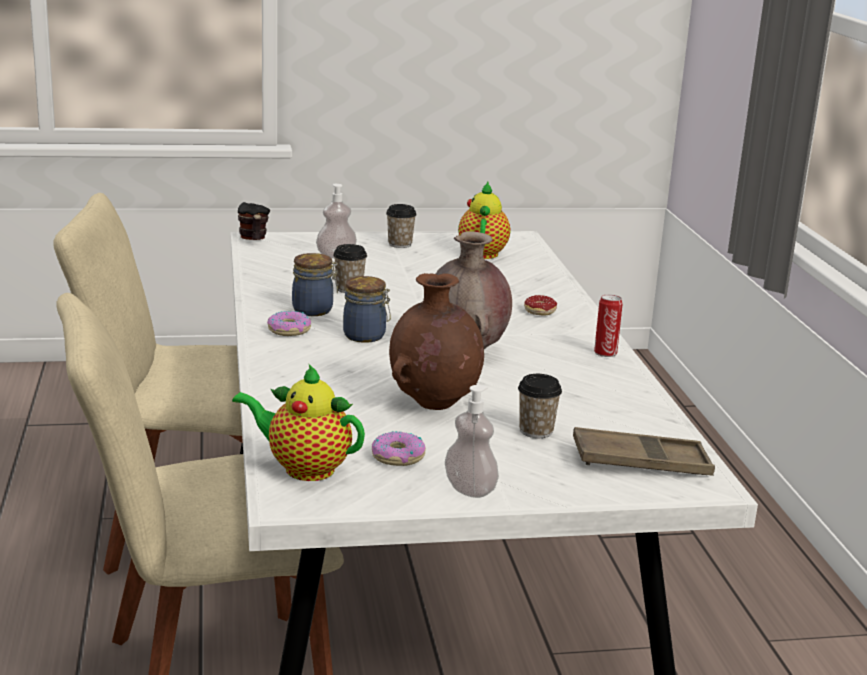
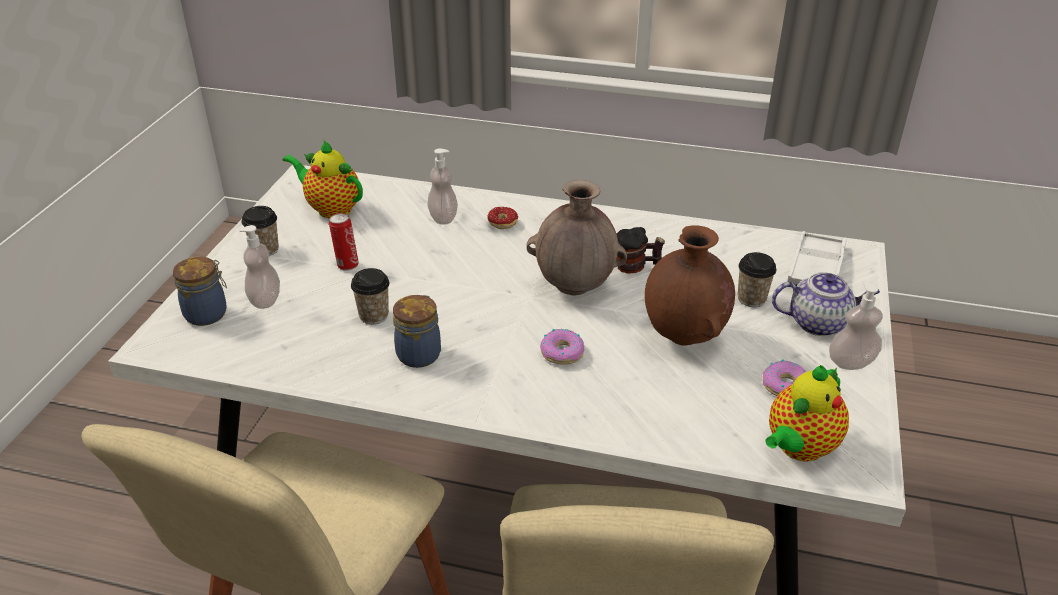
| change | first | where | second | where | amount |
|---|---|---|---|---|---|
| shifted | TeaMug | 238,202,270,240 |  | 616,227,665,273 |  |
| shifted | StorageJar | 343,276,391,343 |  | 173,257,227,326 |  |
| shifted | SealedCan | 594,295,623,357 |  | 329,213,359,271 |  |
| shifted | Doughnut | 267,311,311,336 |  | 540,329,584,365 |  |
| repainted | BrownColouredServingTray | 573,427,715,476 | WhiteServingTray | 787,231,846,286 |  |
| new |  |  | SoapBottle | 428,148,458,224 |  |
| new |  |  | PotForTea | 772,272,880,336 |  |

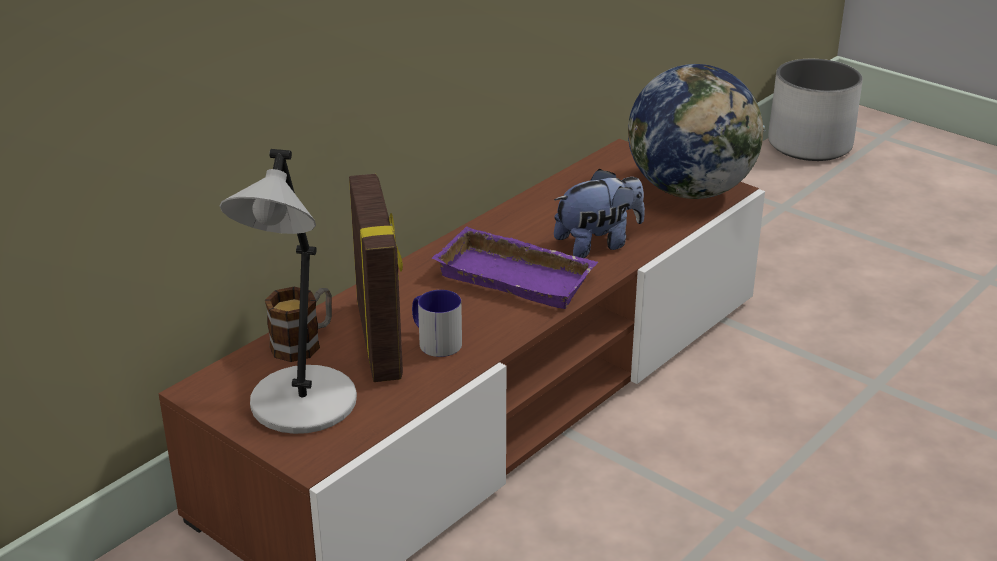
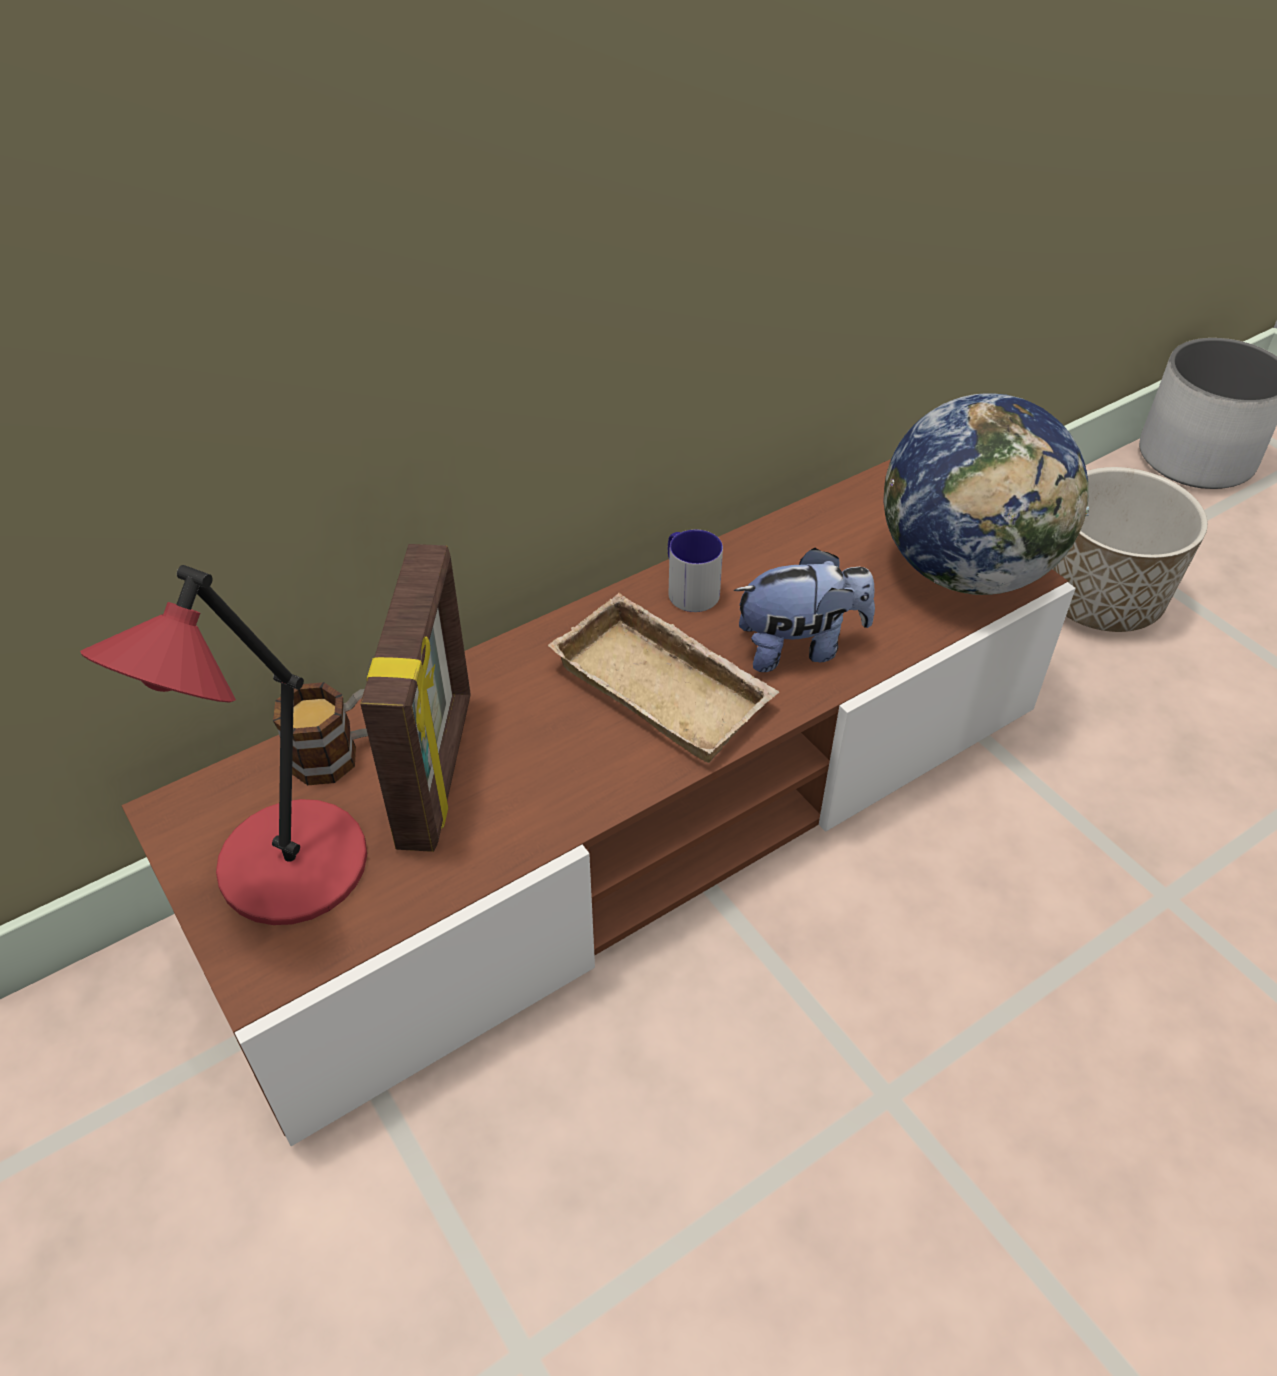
| change | first | where | second | where | amount |
|---|---|---|---|---|---|
| repainted | GrayLampForATable | 219,149,357,434 | RedLampForATable | 80,565,367,925 |  |
| repainted | PurpleServingTray | 432,226,599,309 | SandColouredServingTray | 548,593,779,763 |  |
| shifted | TeaMug | 412,290,462,357 |  | 668,530,723,612 |  |
| new |  |  | PlantPot | 1053,467,1208,632 |  |

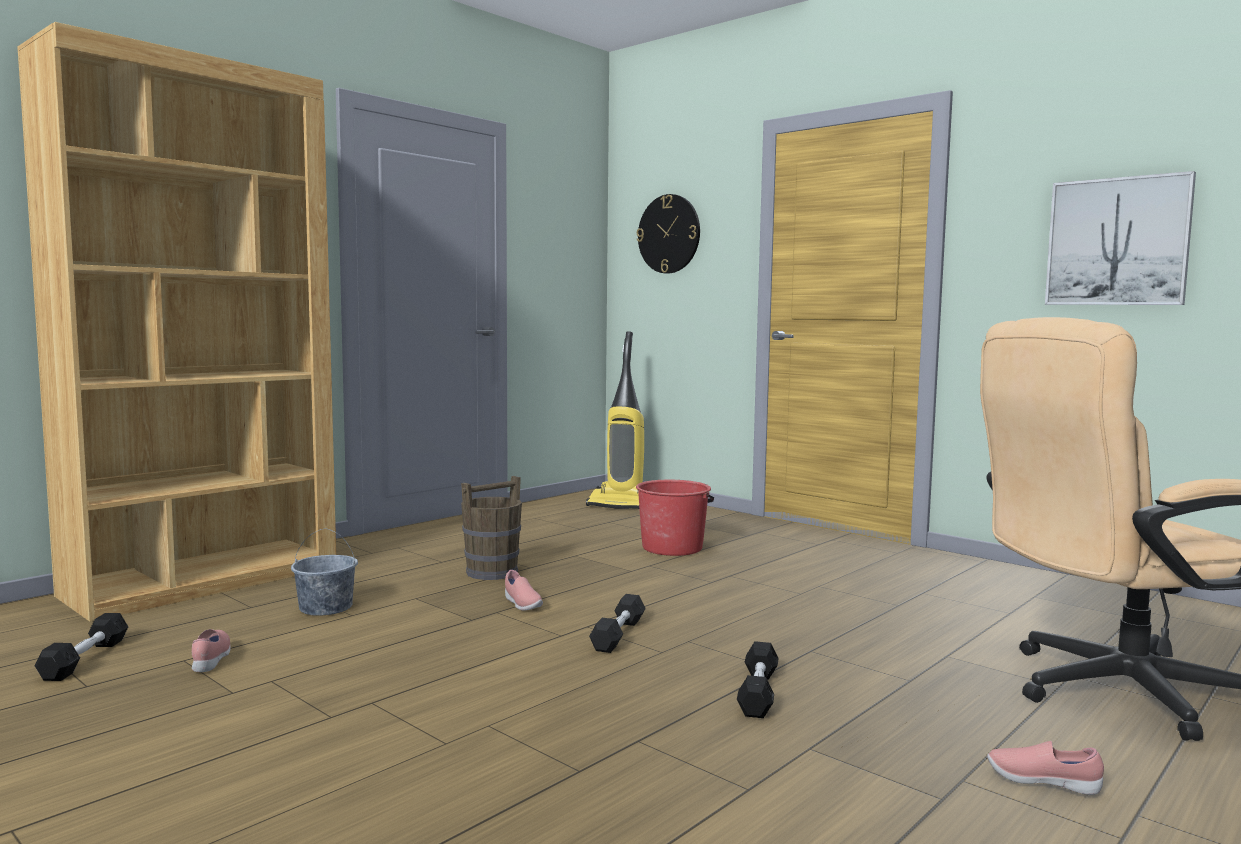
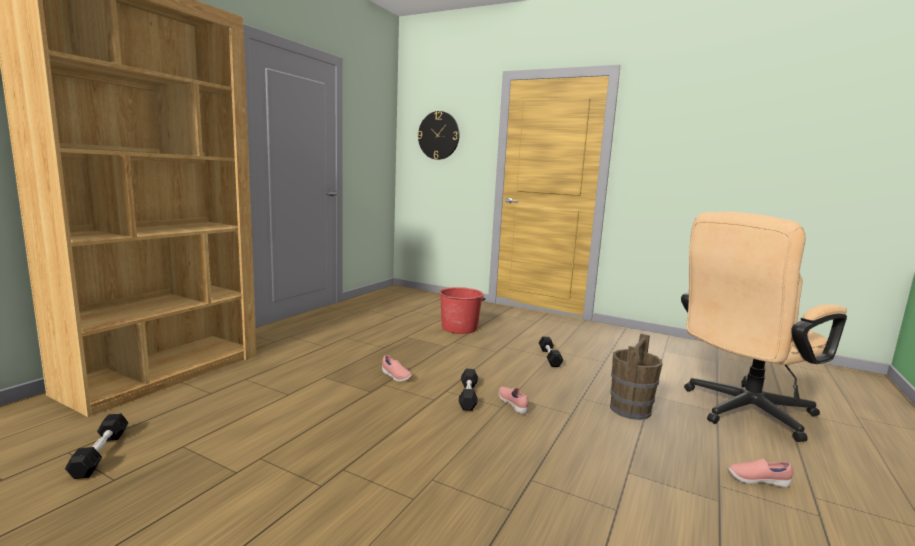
| change | first | where | second | where | amount |
|---|---|---|---|---|---|
| gone | WallArt | 1045,171,1196,305 |  |  |  |
| gone | Hoover | 586,331,644,509 |  |  |  |
| shifted | BrownColouredPail | 461,476,522,580 |  | 610,333,663,420 |  |
| gone | GrayPail | 291,528,358,616 |  |  |  |
| shifted | PinkLowShoe | 192,629,231,672 |  | 499,387,528,414 |  |
| shifted | BlackHandWeight | 737,641,778,718 |  | 539,336,563,367 |  |

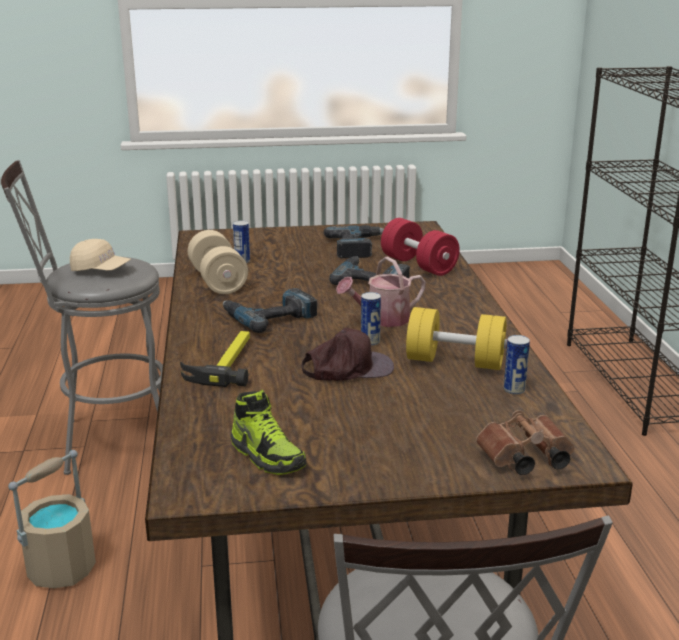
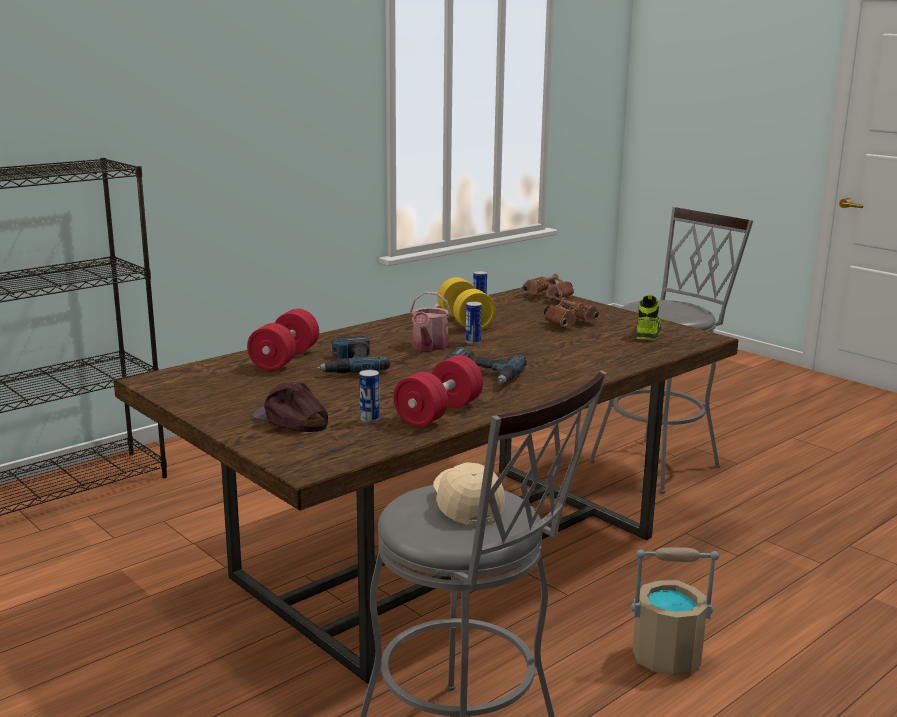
| change | first | where | second | where | amount |
|---|---|---|---|---|---|
| gone | Drill | 324,225,384,258 |  |  |  |
| repainted | SandColouredHandWeight | 188,230,248,294 | RedHandWeight | 394,355,483,427 |  |
| rotated | WateringPot | 336,256,426,327 |  | 410,292,451,351 | 75 degrees clockwise |
| shifted | BrownColouredBaseballCap | 301,327,394,381 |  | 251,382,328,432 |  |
| gone | Hammer | 180,331,250,387 |  |  |  |
| new |  |  | BrownColouredPairOfBinoculars | 544,297,600,327 |  |

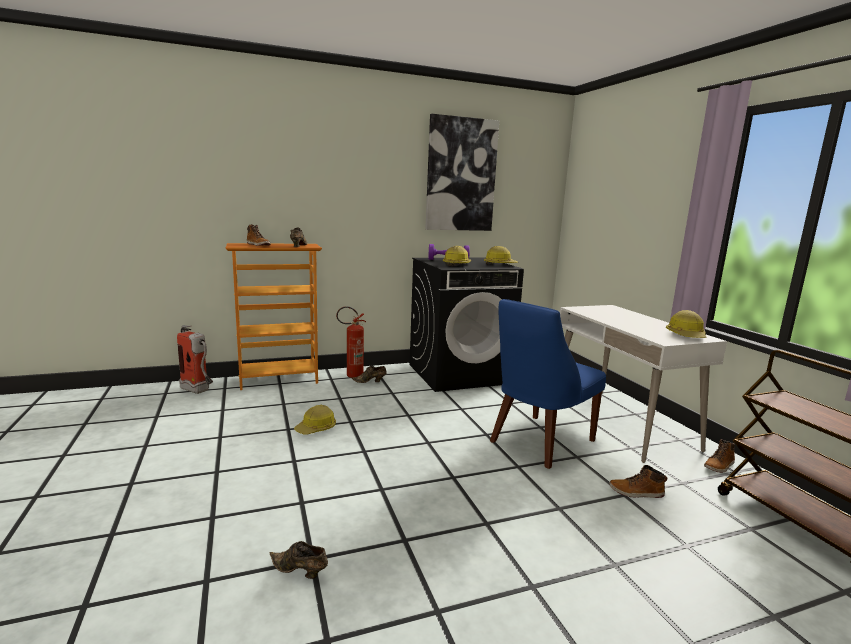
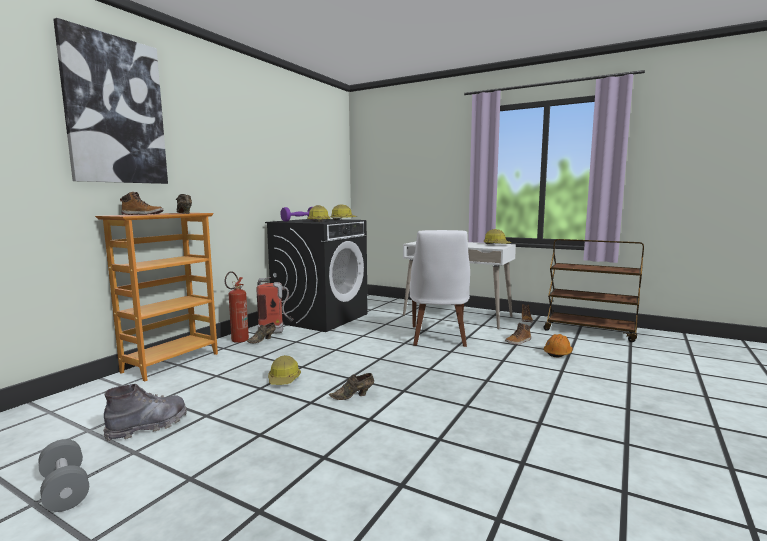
| change | first | where | second | where | amount |
|---|---|---|---|---|---|
| shifted | WallArt | 425,114,499,231 |  | 53,18,168,184 |  |
| repainted | BlueUprightChair | 490,299,606,469 | WhiteUprightChair | 410,230,470,347 |  |
| shifted | FireExtinguisher | 177,325,213,394 |  | 256,277,293,334 |  |
| shifted | BrownColouredLowShoe | 269,541,328,579 |  | 329,373,374,400 |  |
| new |  |  | OrangeColouredWorkHelmet | 544,334,573,357 |  |
| new |  |  | GrayHighTopBoot | 103,384,187,441 |  |
| new |  |  | GrayHandWeight | 38,439,89,512 |  |

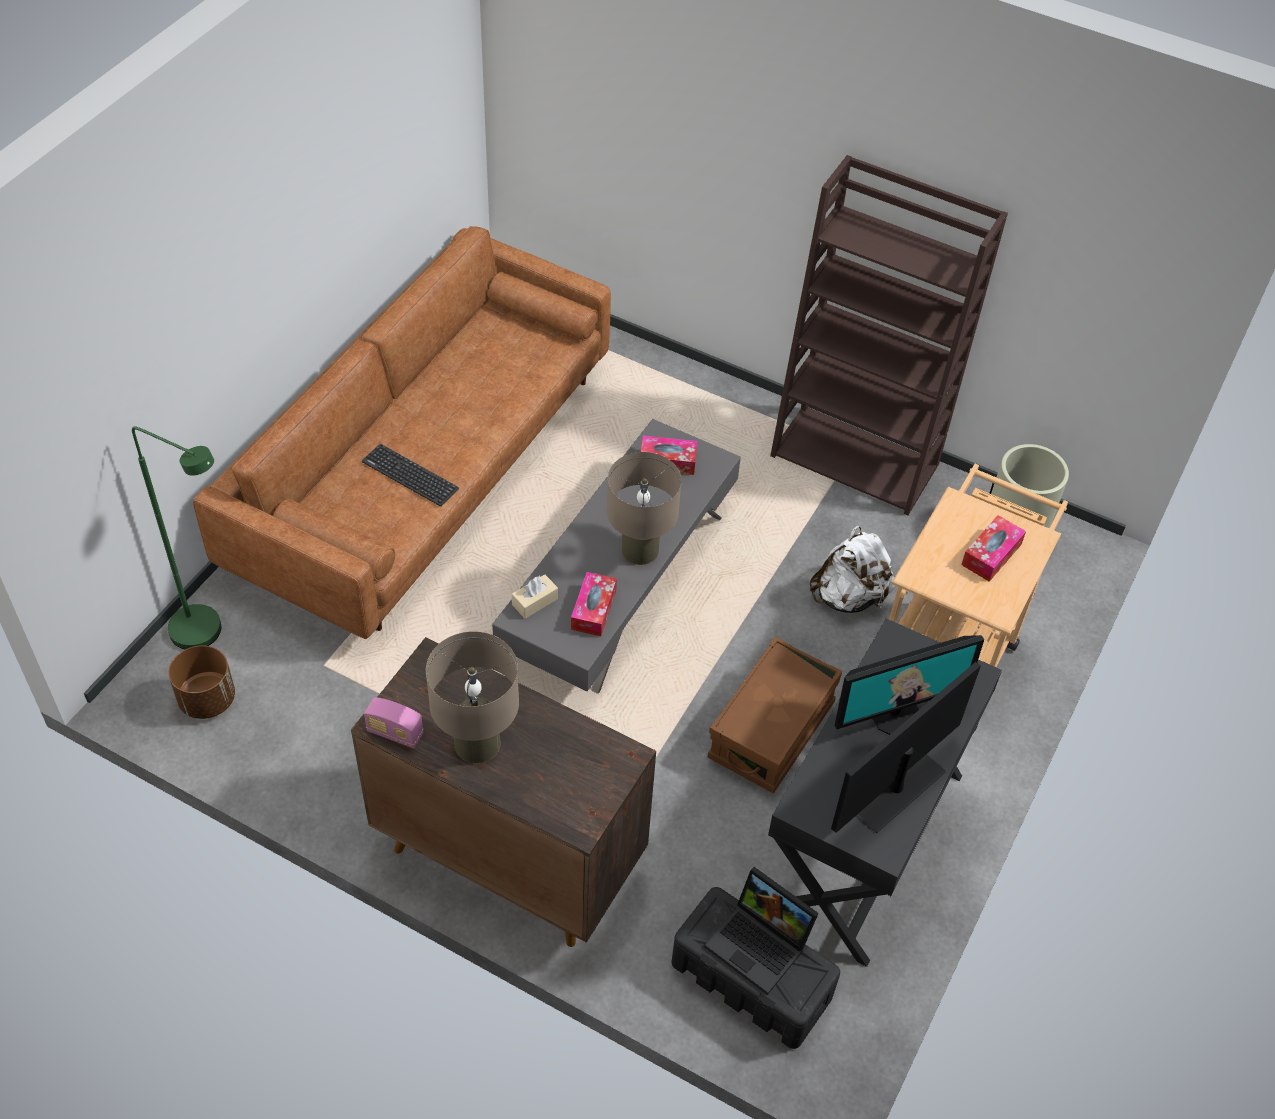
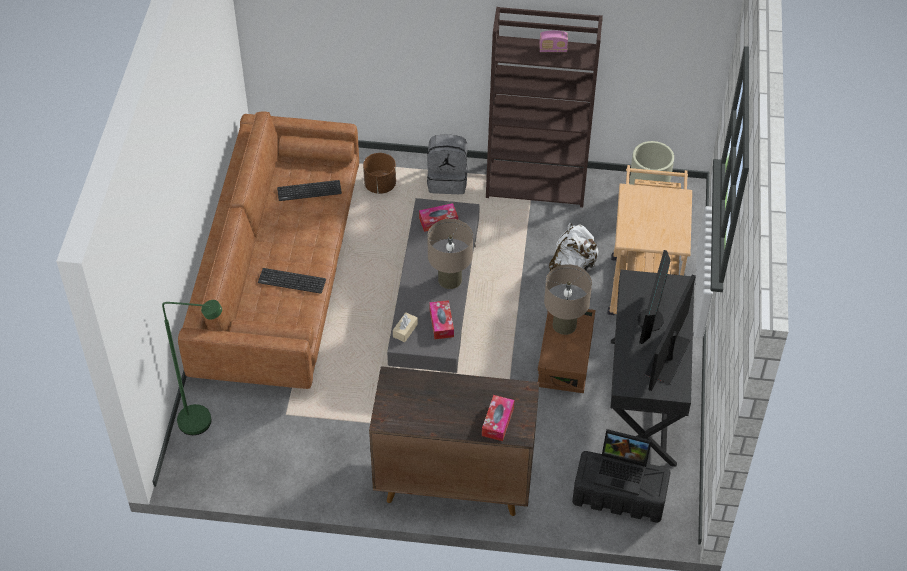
| change | first | where | second | where | amount |
|---|---|---|---|---|---|
| shifted | BoxOfTissues | 961,515,1026,582 |  | 482,395,514,441 |  |
| shifted | SandColouredLampForATable | 426,631,519,763 |  | 544,264,592,335 |  |
| rotated | Monitor | 835,635,984,735 |  | 638,250,671,344 | 150 degrees clockwise |
| shifted | BrownColouredPlantPot | 168,645,235,719 |  | 363,153,396,194 |  |
| shifted | RadioReceiver | 364,697,424,748 |  | 539,30,568,52 |  |
| new |  |  | GrayBackpack | 427,134,468,194 |  |
| new |  |  | PcKeyboard | 277,180,342,201 |  |

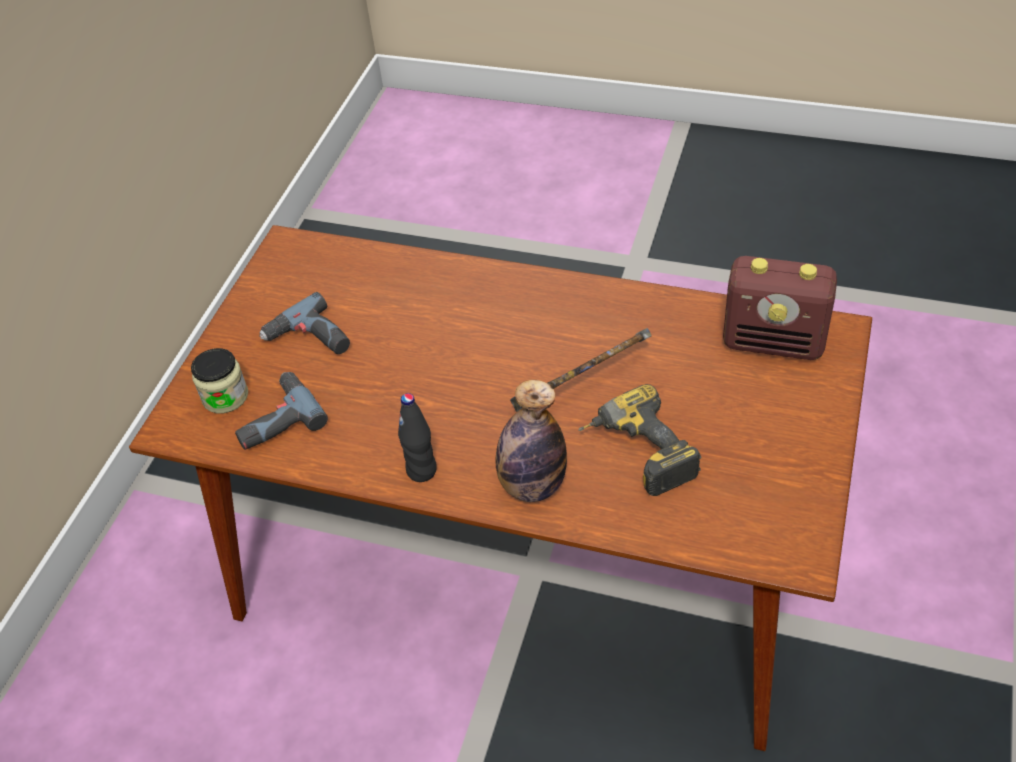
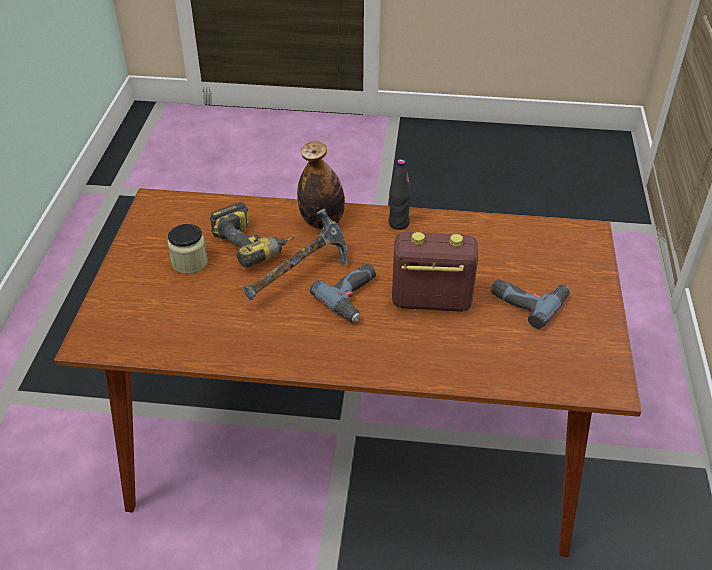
| change | first | where | second | where | amount |
|---|---|---|---|---|---|
| shifted | RadioReceiver | 723,256,837,360 |  | 392,232,478,312 |  |
| shifted | StorageJar | 191,348,248,413 |  | 168,224,208,274 |  |
| shifted | Drill | 235,372,328,450 |  | 310,264,376,322 |  |

